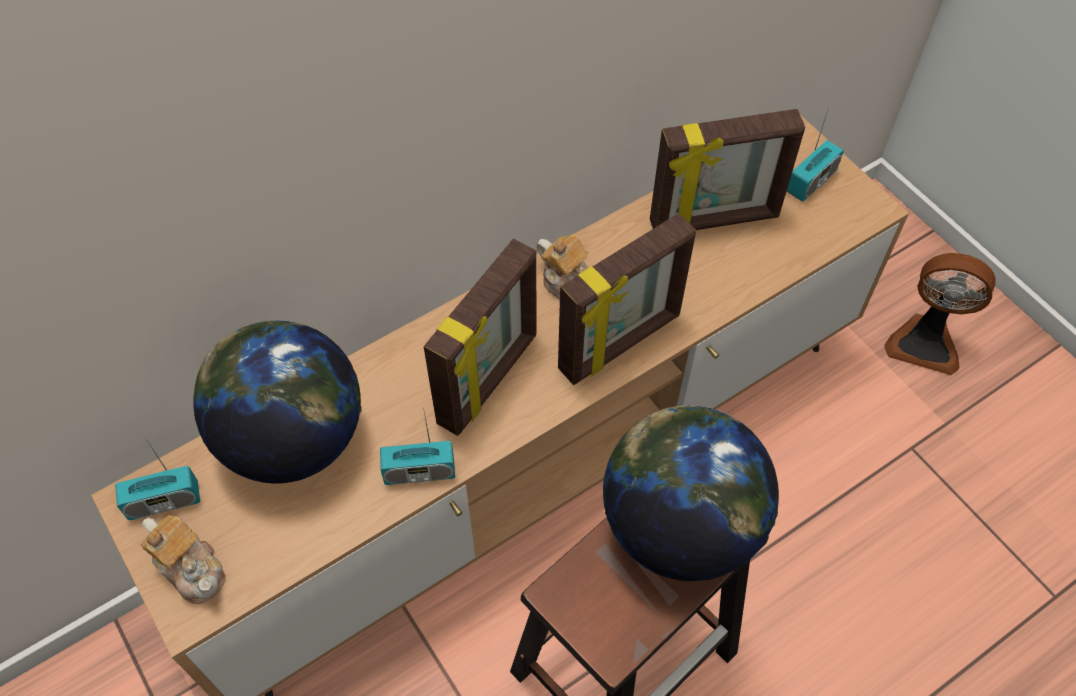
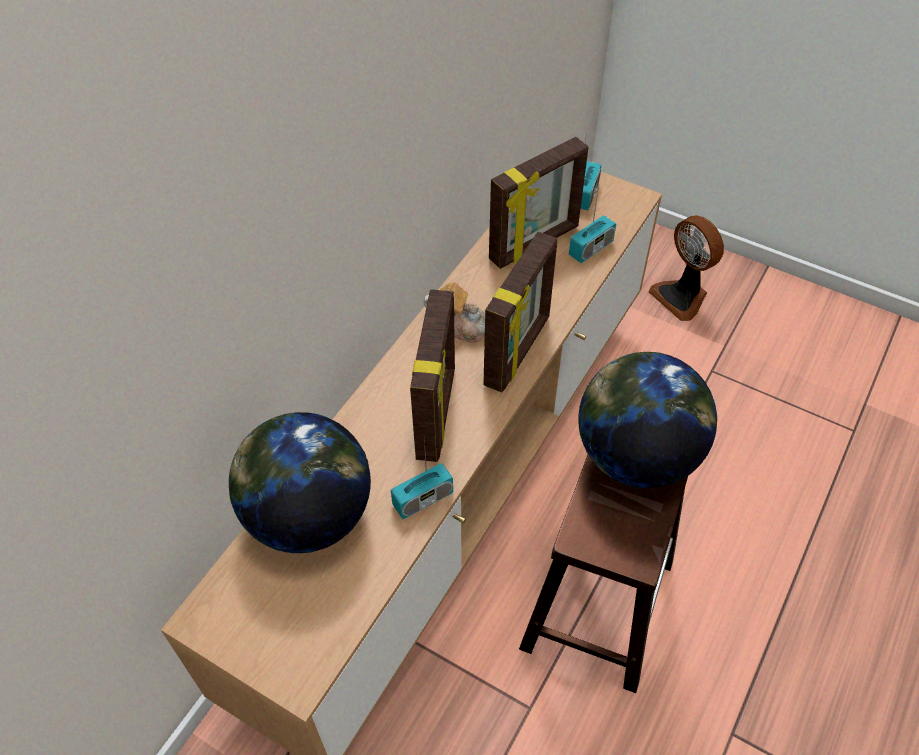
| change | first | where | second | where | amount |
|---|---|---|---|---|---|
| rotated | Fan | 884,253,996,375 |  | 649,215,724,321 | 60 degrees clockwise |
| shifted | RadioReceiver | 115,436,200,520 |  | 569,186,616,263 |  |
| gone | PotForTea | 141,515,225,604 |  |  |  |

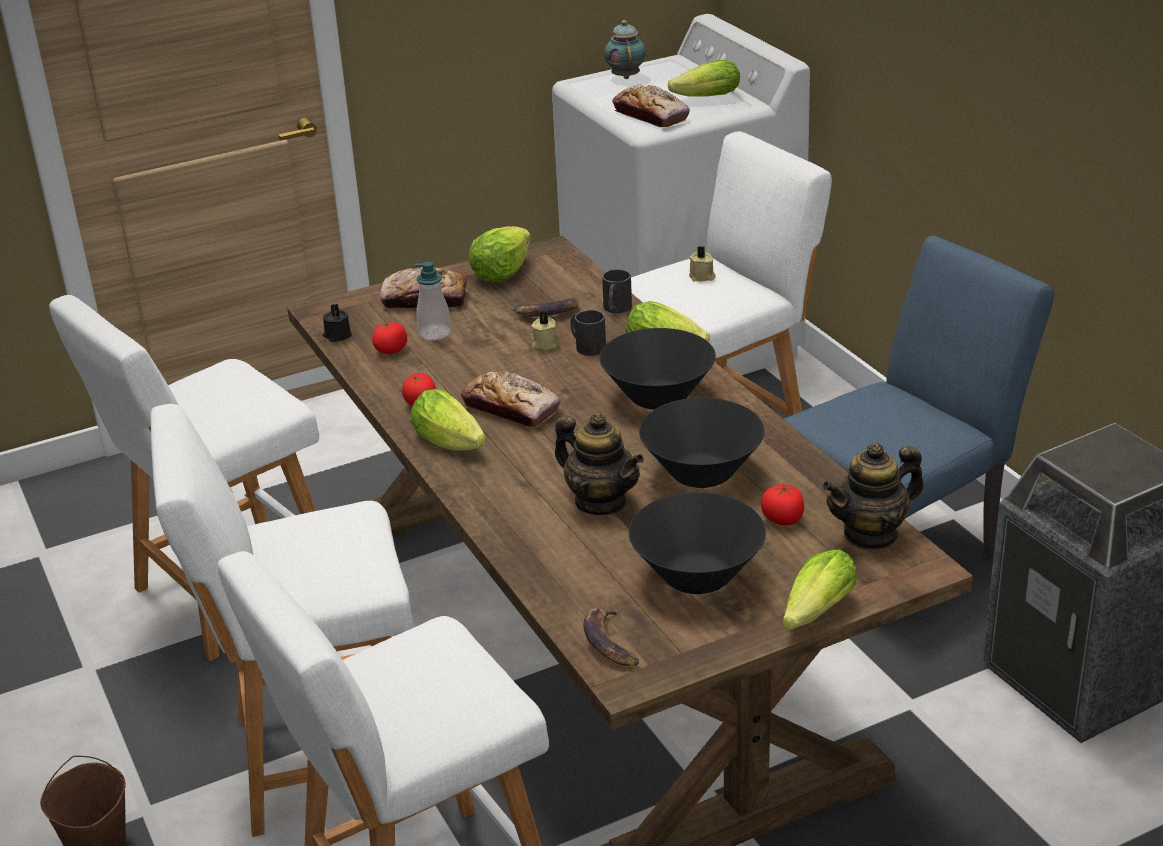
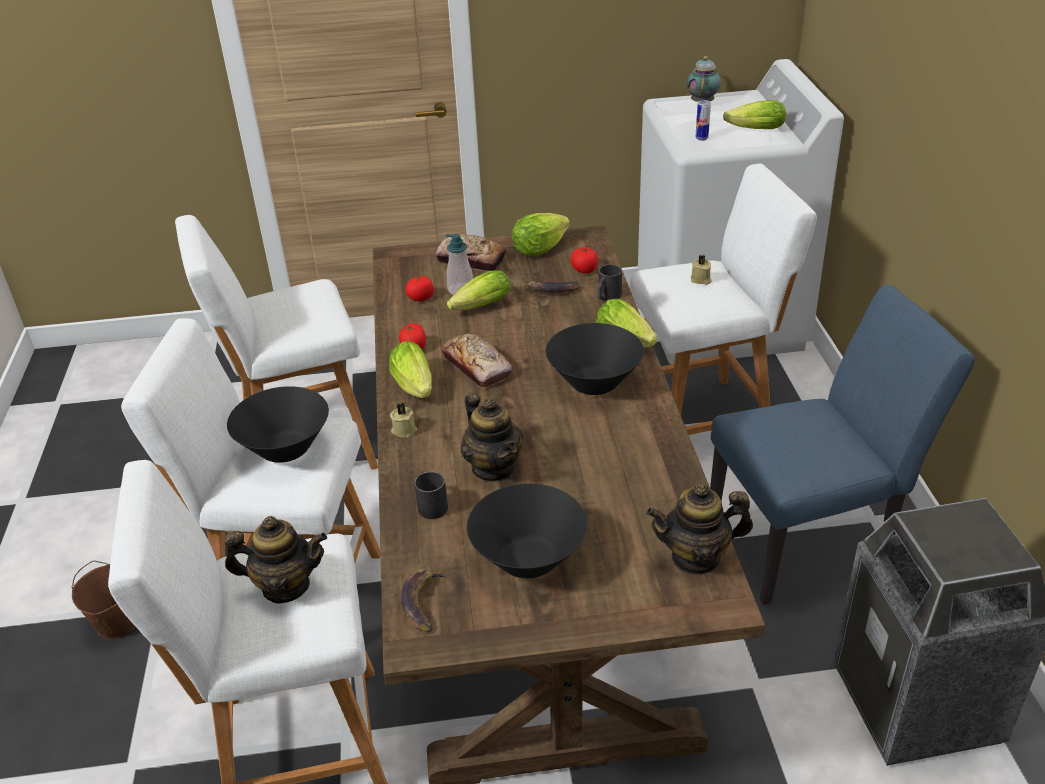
| change | first | where | second | where | amount |
|---|---|---|---|---|---|
| swapped | BakeryBread | 612,84,690,127 | SealedCan | 696,100,711,141 |  |
| gone | BlackCandle | 323,304,352,342 |  |  |  |
| shifted | BlackTeaMug | 570,310,606,356 |  | 414,471,448,519 |  |
| shifted | SandColouredCandle | 532,311,558,350 |  | 390,403,417,437 |  |
| shifted | BlackServingBowl | 639,398,764,488 |  | 227,386,329,463 |  |
| shifted | FreshTomato | 761,483,804,525 |  | 571,247,598,274 |  |
| shifted | LettuceHead | 782,549,856,630 |  | 447,271,510,310 |  |
| new |  |  | PotForTea | 224,516,327,603 |  |

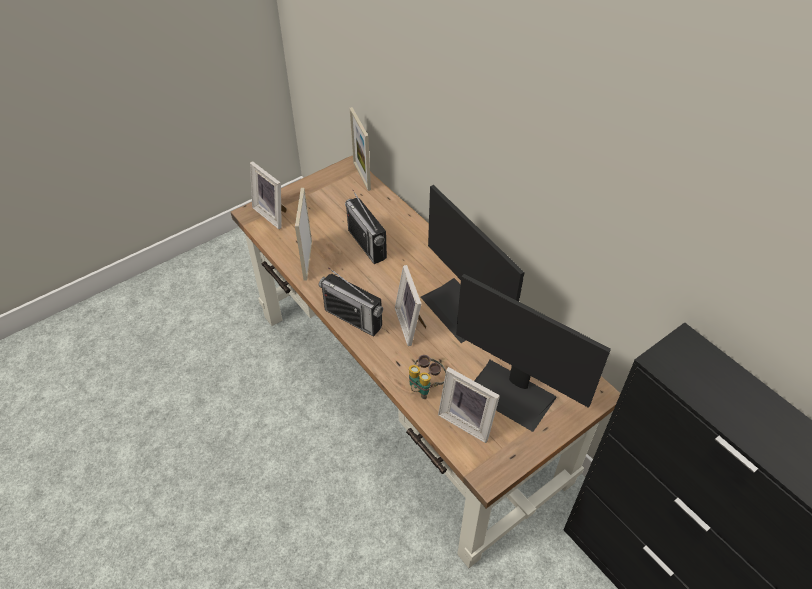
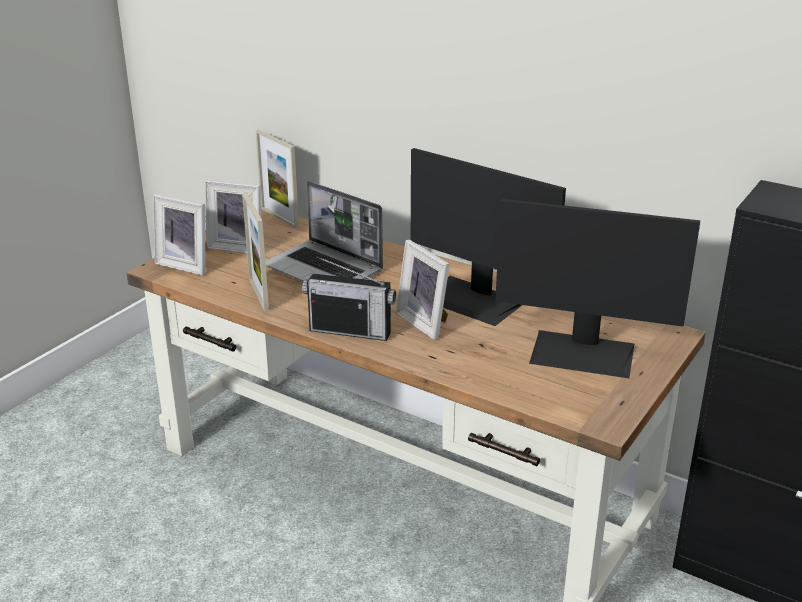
| change | first | where | second | where | amount |
|---|---|---|---|---|---|
| swapped | RadioReceiver | 345,190,387,264 | NotebookComputer | 265,181,383,281 |  |
| gone | PairOfBinoculars | 409,355,446,399 |  |  |  |
| shifted | StandingFrame | 438,367,500,443 |  | 205,180,261,253 |  |

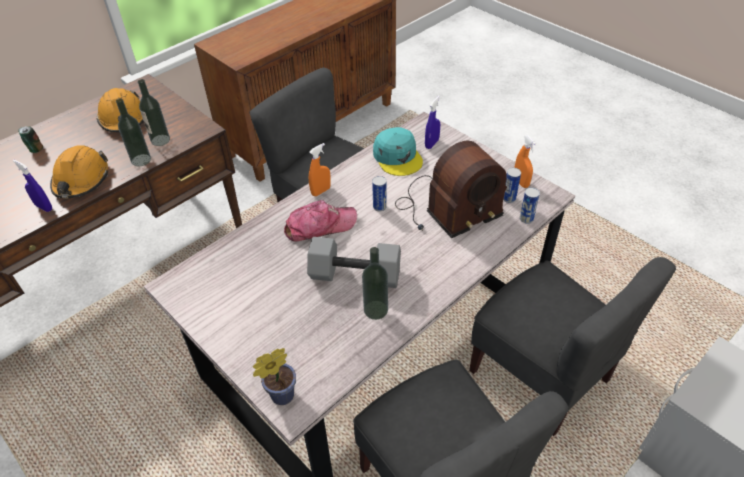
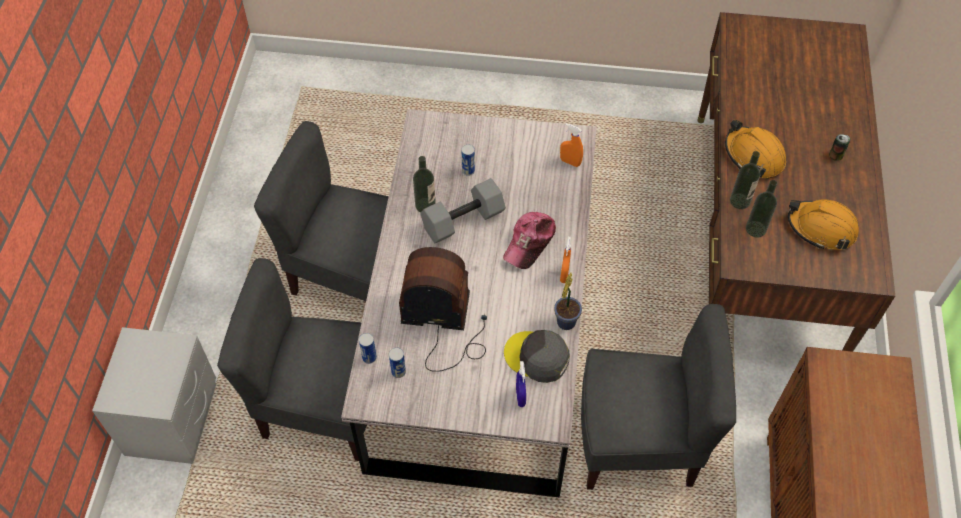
| change | first | where | second | where | amount |
|---|---|---|---|---|---|
| repainted | TurquoiseBaseballCap | 373,127,423,176 | GrayBaseballCap | 504,330,570,383 |  |
| shifted | OrangeColouredSprayer | 514,135,536,188 |  | 560,123,583,167 |  |
| rotated | RadioReceiver | 395,141,507,238 |  | 399,247,487,372 | 75 degrees clockwise |
| gone | BlueSprayer | 13,160,52,212 |  |  |  |
| shifted | SealedCan | 372,176,387,212 |  | 462,144,475,176 |  |
| shifted | PlantInAPot | 253,348,296,405 |  | 554,273,582,330 |  |

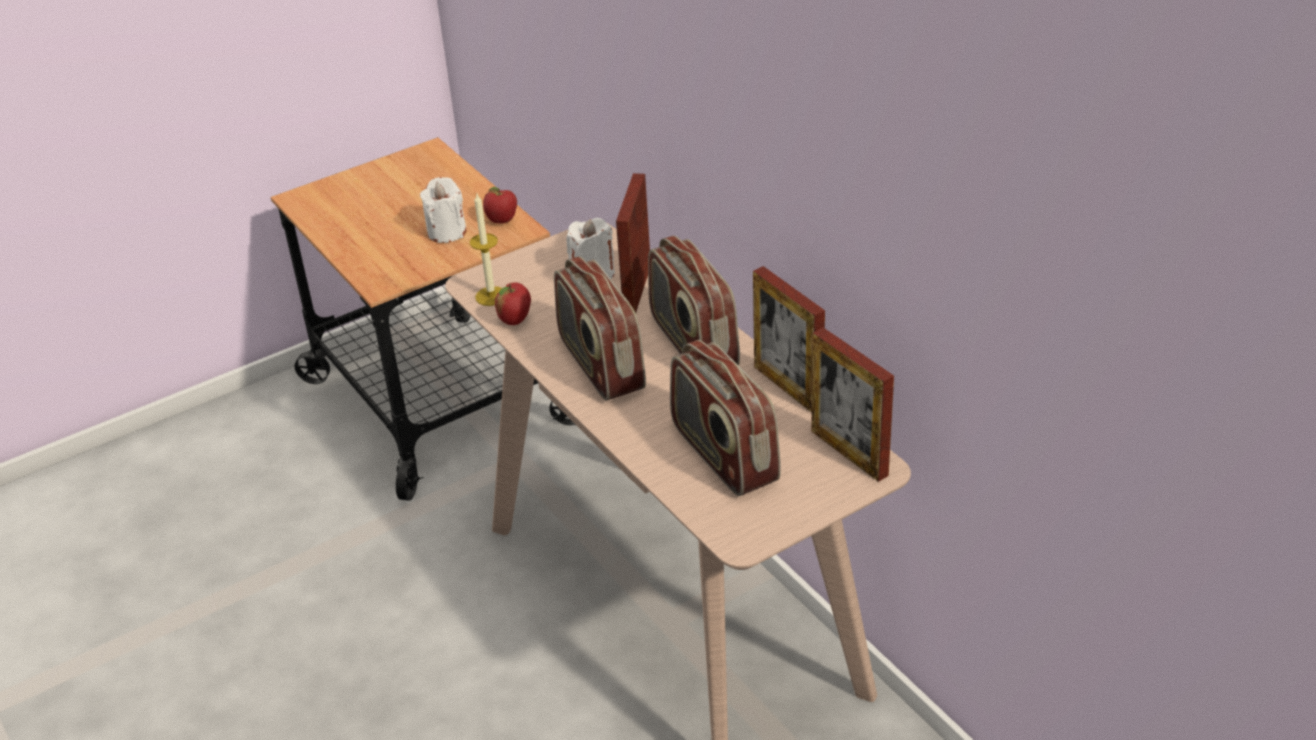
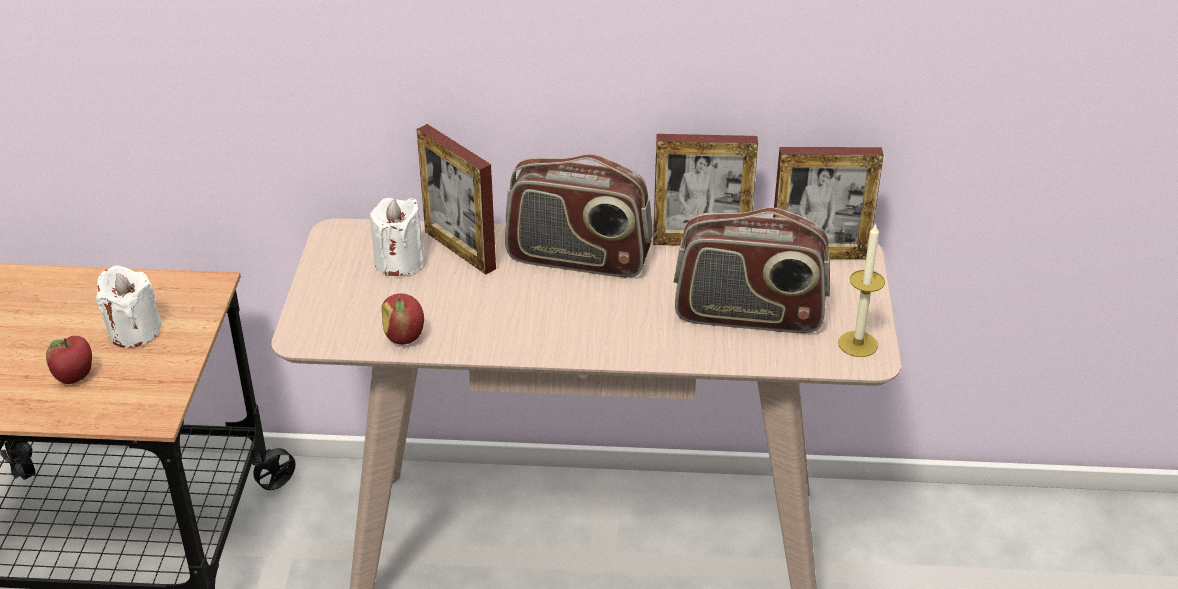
| change | first | where | second | where | amount |
|---|---|---|---|---|---|
| shifted | Apple | 483,187,517,223 |  | 46,336,92,384 |  |
| shifted | Candle | 470,194,502,306 |  | 838,223,885,357 |  |
| gone | RadioReceiver | 554,256,646,400 |  |  |  |

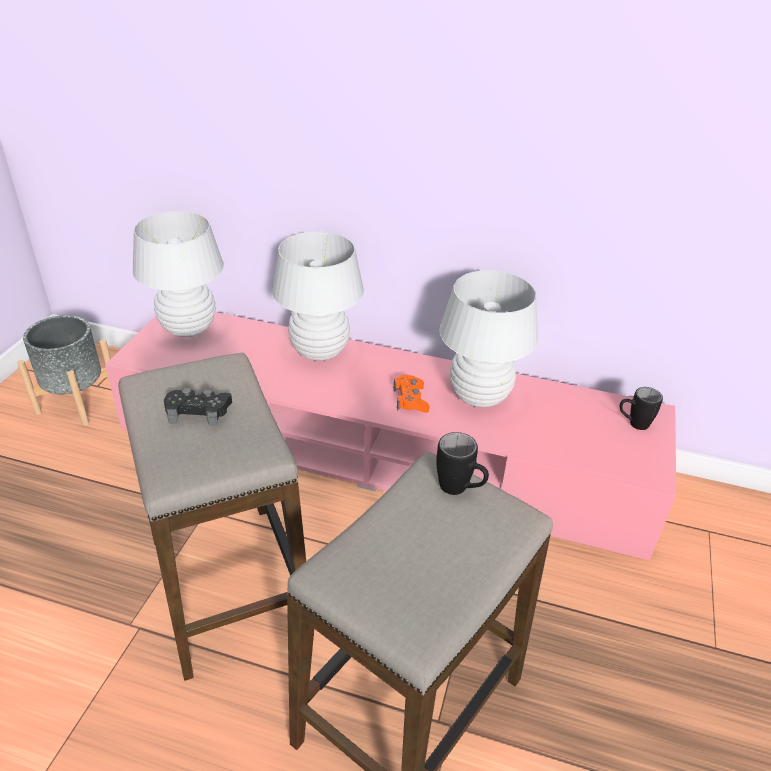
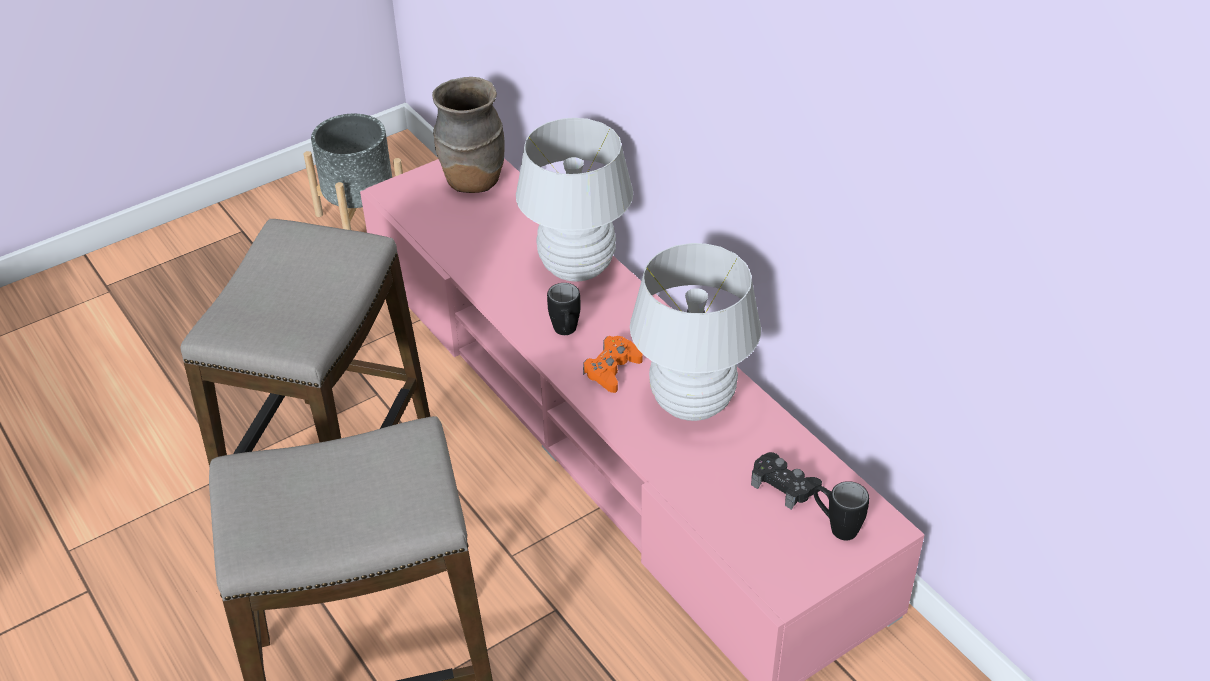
| change | first | where | second | where | amount |
|---|---|---|---|---|---|
| swapped | WhiteLampForATable | 133,211,224,337 | BrownColouredDecorativeVase | 432,77,505,193 |  |
| shifted | BlackGameController | 164,388,232,426 |  | 751,452,822,510 |  |
| shifted | BlackTeaMug | 436,432,489,495 |  | 547,283,581,335 |  |

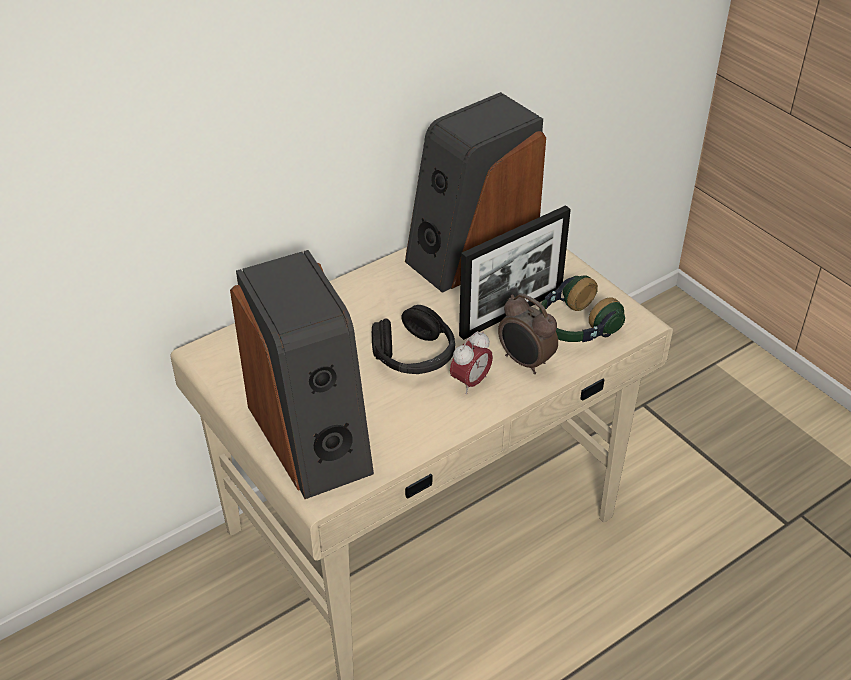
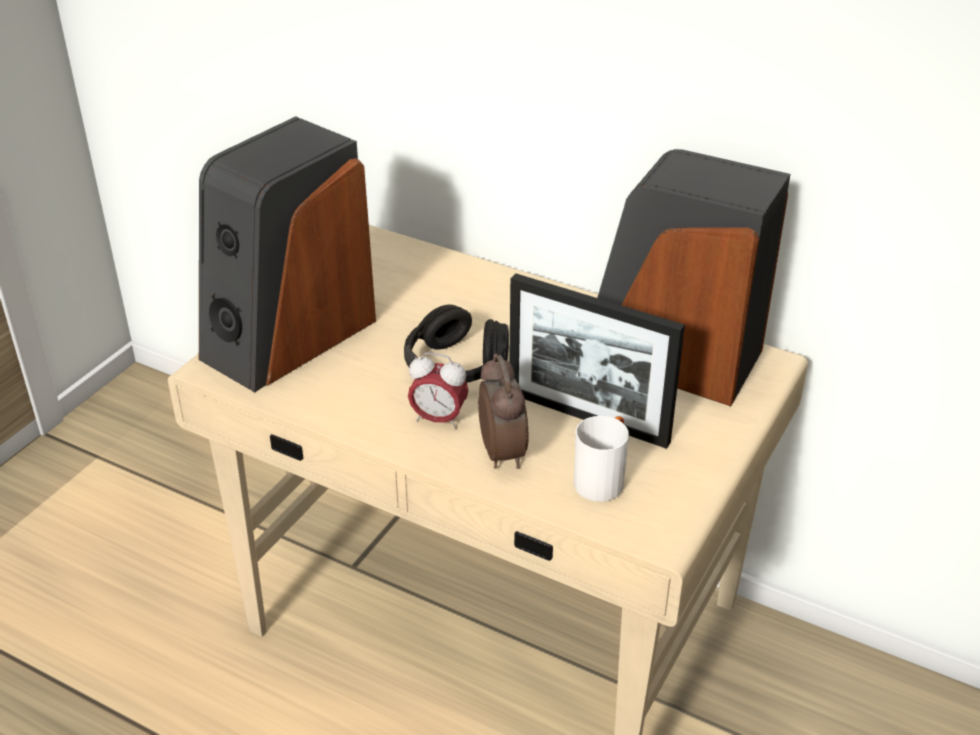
| change | first | where | second | where | amount |
|---|---|---|---|---|---|
| swapped | PairOfHeadphones | 539,276,625,342 | WhiteTeaMug | 574,416,629,502 |  |
| rotated | TableClock | 498,293,558,374 |  | 478,354,528,469 | 150 degrees clockwise |

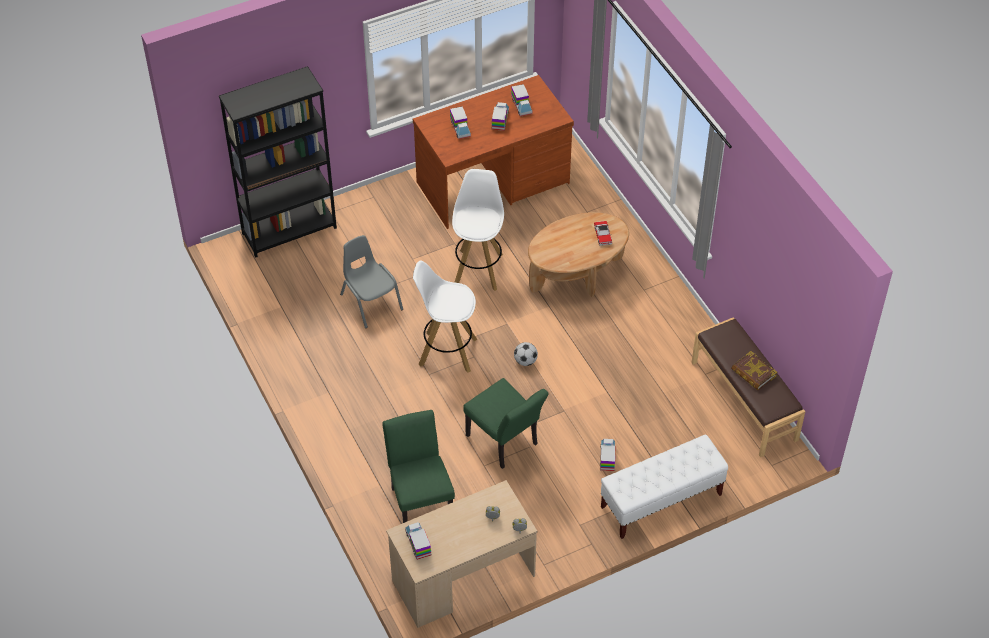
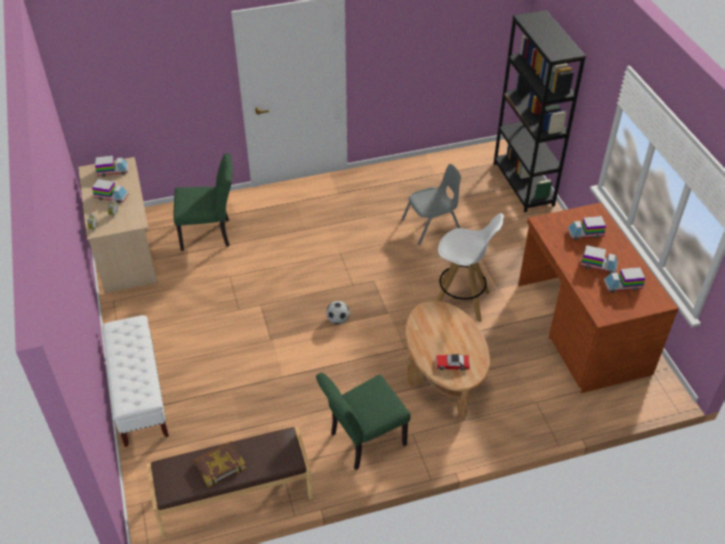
| change | first | where | second | where | amount |
|---|---|---|---|---|---|
| gone | WhiteStoolSeat | 413,261,478,373 |  |  |  |
| shifted | GreenishUprightChair | 463,378,549,469 |  | 316,373,411,470 |  |
| shifted | ToyLorry | 600,439,615,471 |  | 92,179,128,203 |  |

